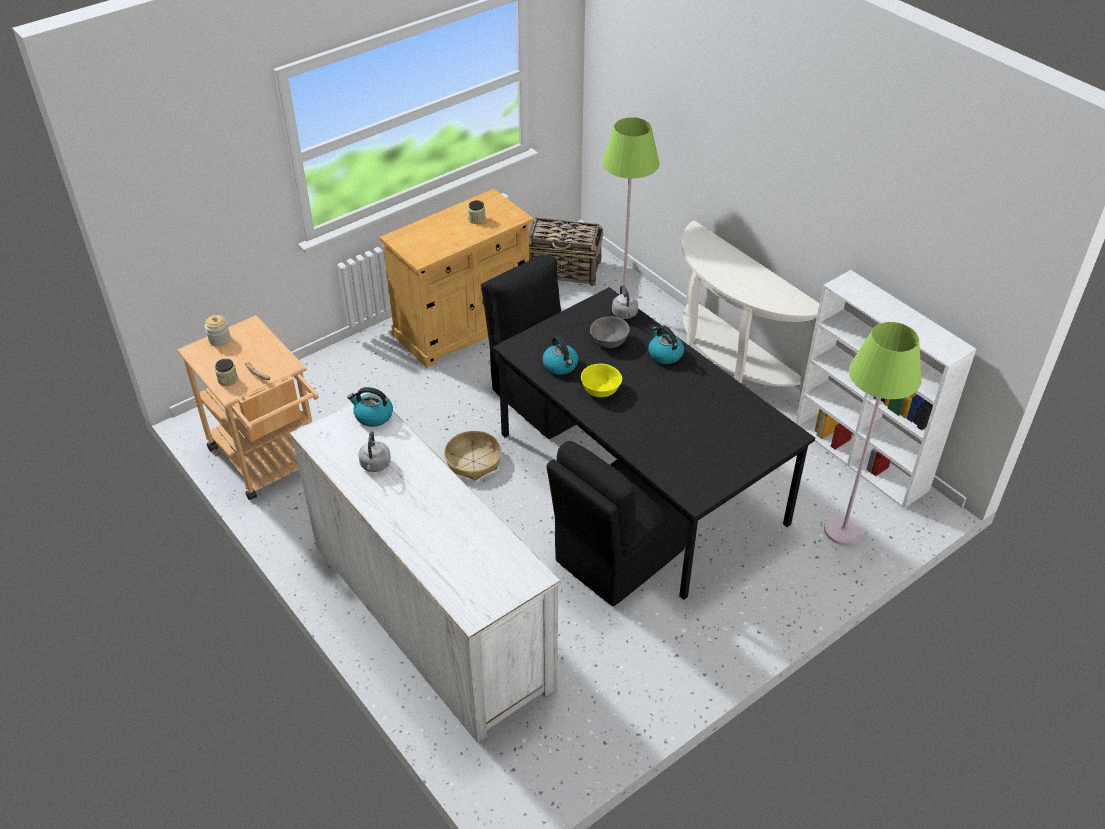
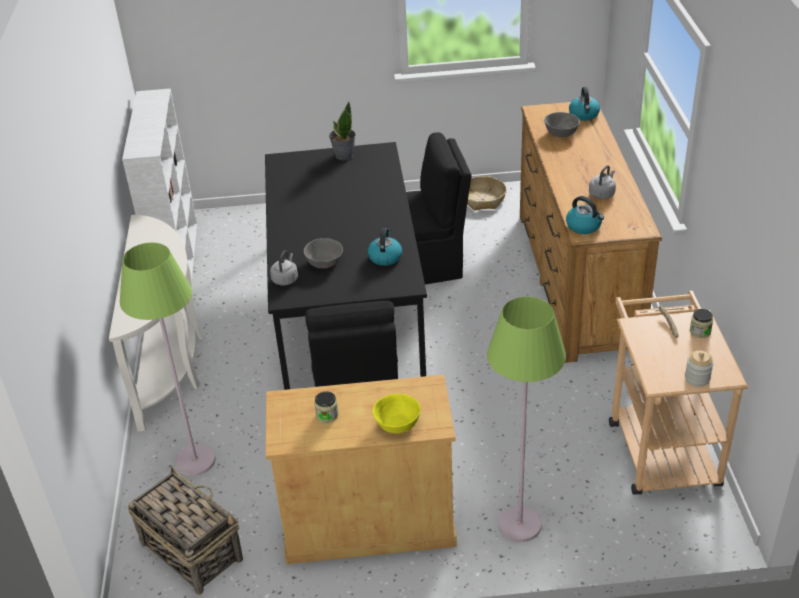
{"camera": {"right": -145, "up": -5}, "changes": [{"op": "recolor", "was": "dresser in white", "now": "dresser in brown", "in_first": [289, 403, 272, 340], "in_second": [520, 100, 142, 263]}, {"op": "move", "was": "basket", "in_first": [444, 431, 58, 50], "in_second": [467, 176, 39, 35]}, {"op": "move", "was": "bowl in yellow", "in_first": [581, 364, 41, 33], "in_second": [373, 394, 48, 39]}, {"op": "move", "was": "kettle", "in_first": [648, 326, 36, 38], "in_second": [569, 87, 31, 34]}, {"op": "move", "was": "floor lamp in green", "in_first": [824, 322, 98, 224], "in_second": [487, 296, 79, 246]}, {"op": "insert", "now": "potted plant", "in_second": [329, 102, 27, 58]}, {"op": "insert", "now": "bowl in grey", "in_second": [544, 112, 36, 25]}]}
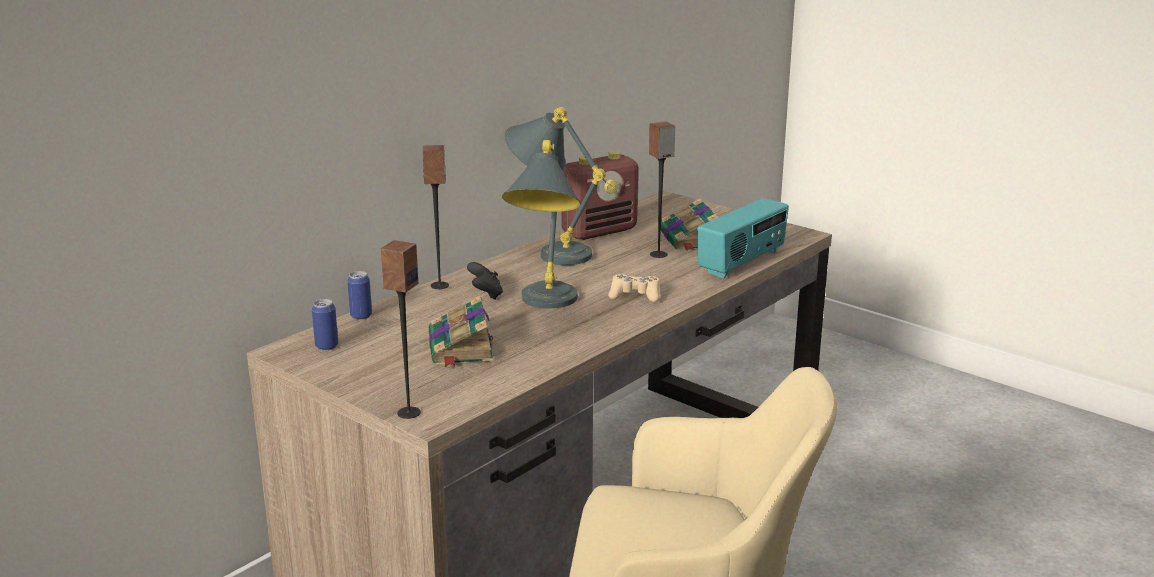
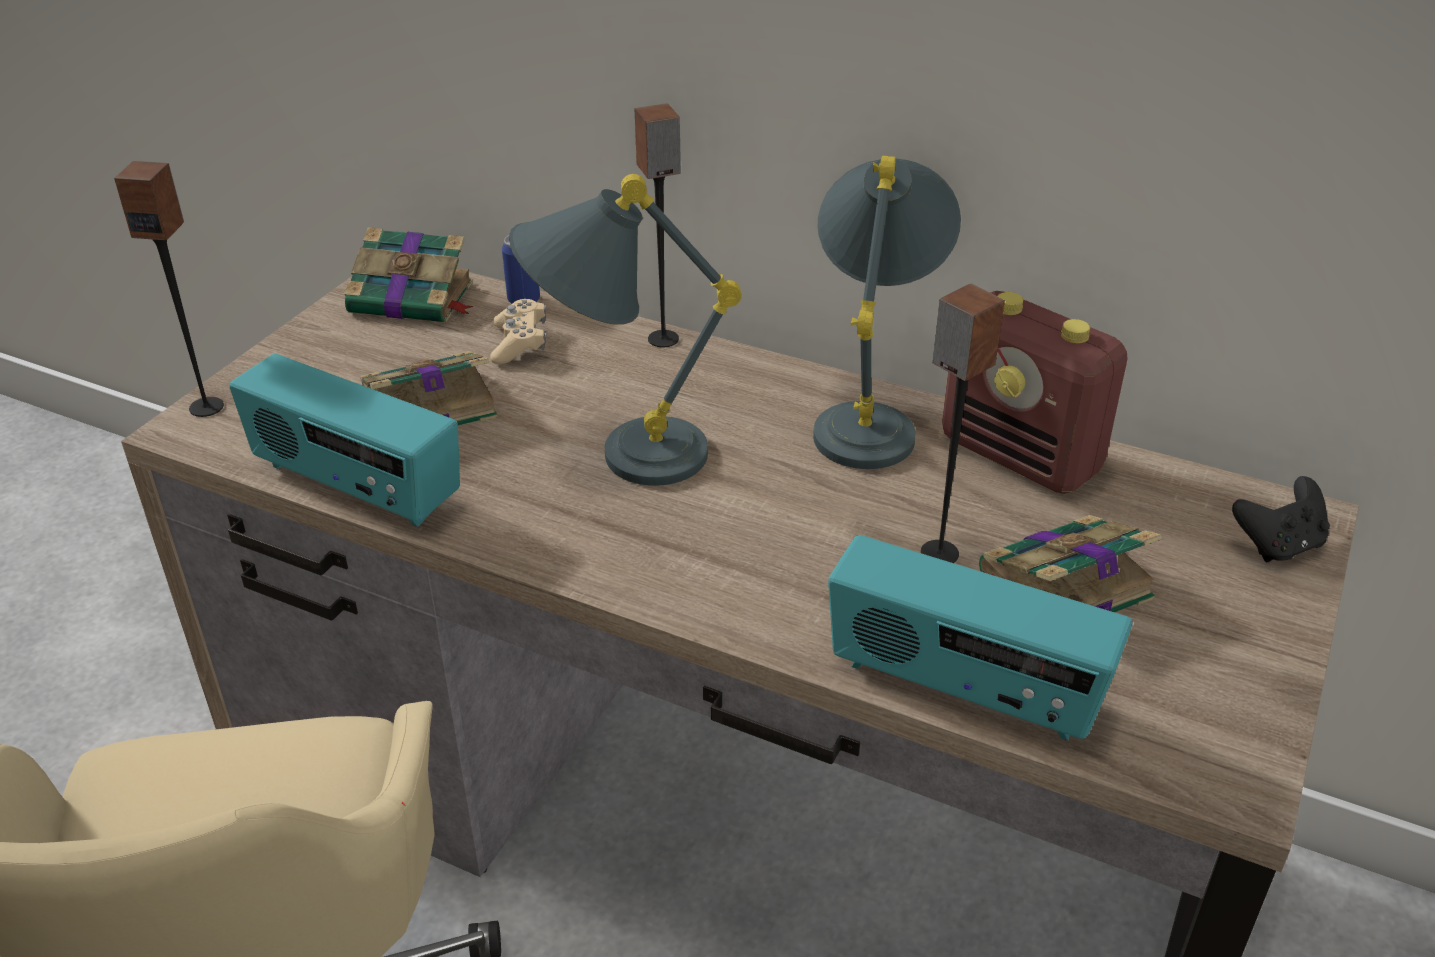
{"camera": {"right": 75, "up": 15}, "changes": [{"op": "replace", "was": "can", "now": "book", "in_first": [312, 299, 26, 51], "in_second": [344, 227, 129, 96]}, {"op": "move", "was": "game controller in black", "in_first": [467, 262, 36, 38], "in_second": [1232, 476, 98, 86]}, {"op": "move", "was": "game controller in beige", "in_first": [608, 274, 51, 28], "in_second": [490, 299, 56, 65]}, {"op": "insert", "now": "radio", "in_second": [229, 354, 231, 173]}]}
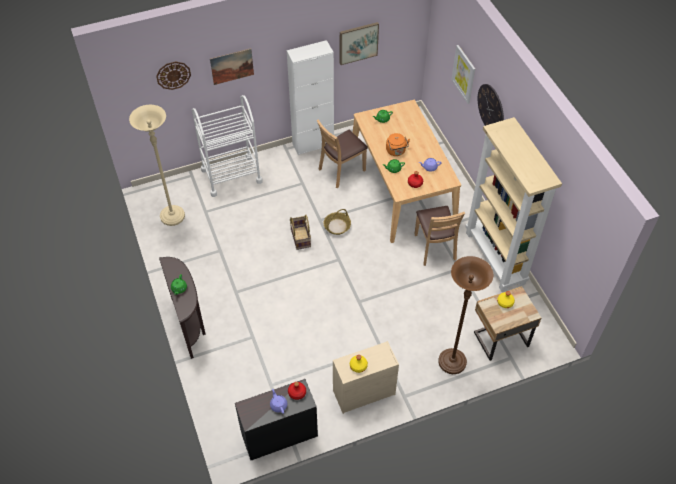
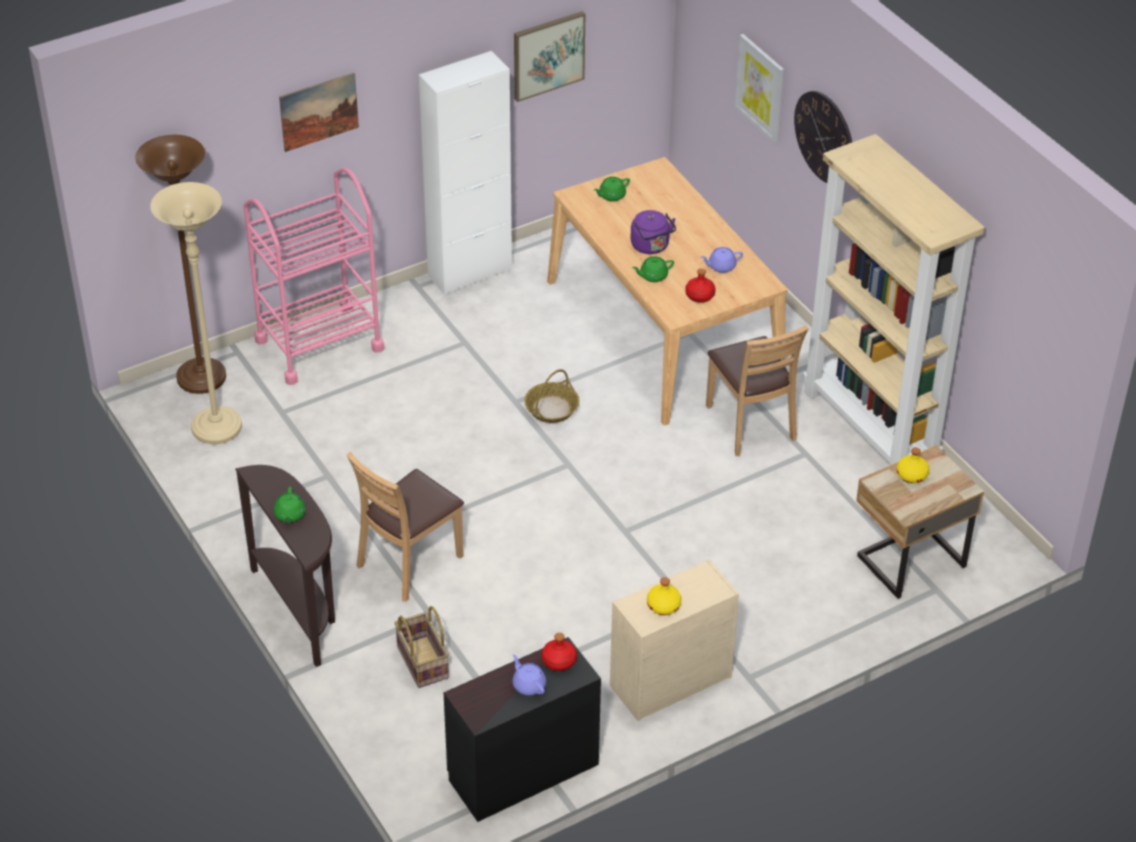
{"camera": {"right": -10, "up": -10}, "changes": [{"op": "delete", "was": "wall clock", "in_first": [156, 62, 35, 28]}, {"op": "recolor", "was": "cart in white", "now": "cart in pink", "in_first": [192, 95, 71, 102], "in_second": [244, 167, 141, 218]}, {"op": "move", "was": "basket", "in_first": [290, 214, 21, 36], "in_second": [394, 606, 55, 82]}, {"op": "move", "was": "chair in brown", "in_first": [317, 119, 51, 69], "in_second": [346, 452, 118, 150]}, {"op": "recolor", "was": "kettle in orange", "now": "kettle in purple", "in_first": [386, 133, 24, 23], "in_second": [630, 210, 46, 44]}, {"op": "move", "was": "floor lamp in brown", "in_first": [438, 256, 55, 118], "in_second": [135, 135, 91, 259]}]}
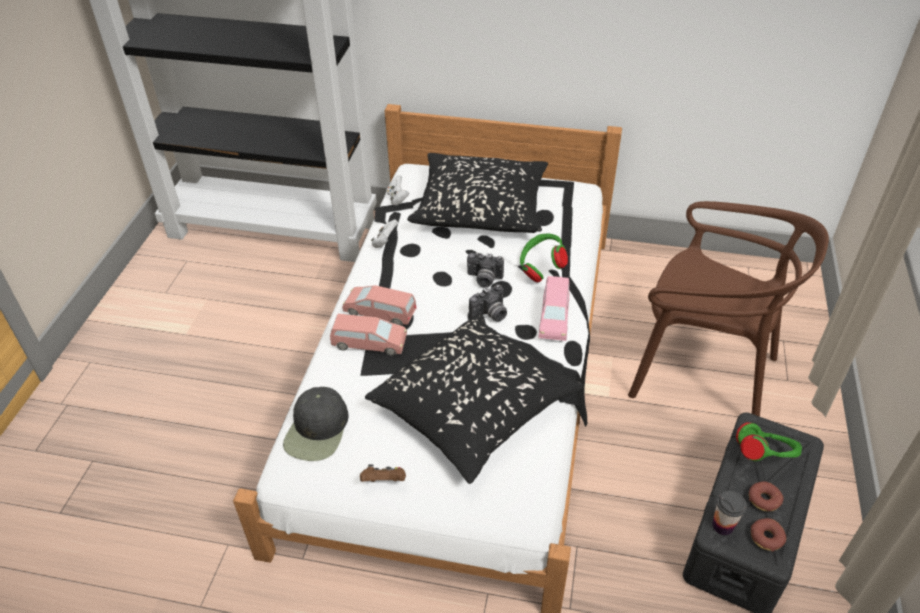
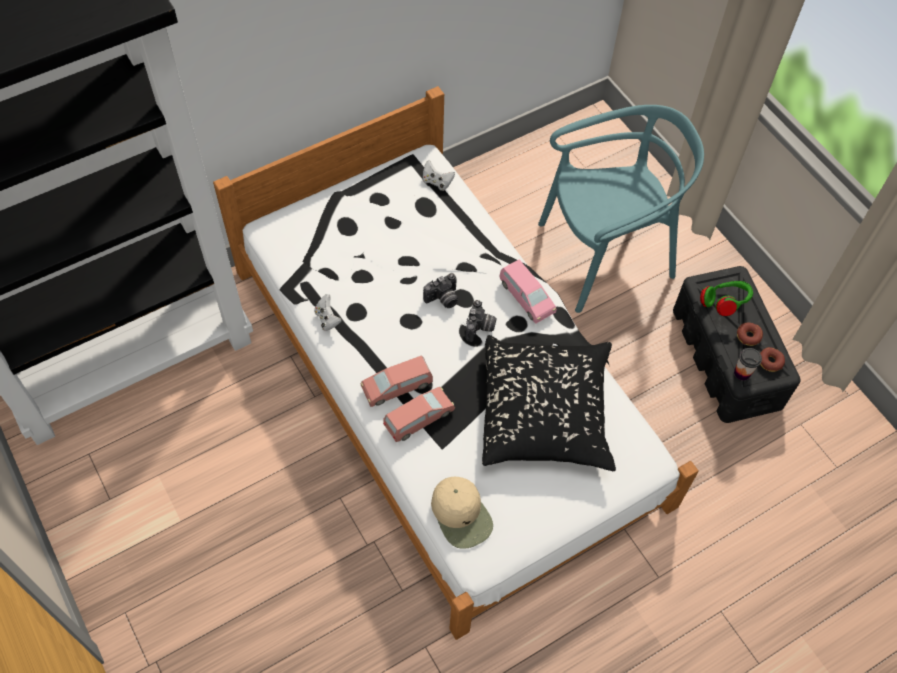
{"camera": {"right": -45, "up": 15}, "changes": [{"op": "recolor", "was": "cap in black", "now": "cap in beige", "in_first": [283, 387, 65, 74], "in_second": [431, 477, 62, 72]}, {"op": "delete", "was": "game controller in brown", "in_first": [360, 464, 46, 18]}, {"op": "move", "was": "game controller in white", "in_first": [386, 175, 23, 31], "in_second": [423, 160, 32, 31]}, {"op": "delete", "was": "pillow in black", "in_first": [407, 153, 141, 80]}, {"op": "delete", "was": "headphones in green", "in_first": [520, 233, 48, 50]}, {"op": "recolor", "was": "chair in brown", "now": "chair in turquoise", "in_first": [628, 201, 201, 216], "in_second": [538, 105, 166, 208]}]}
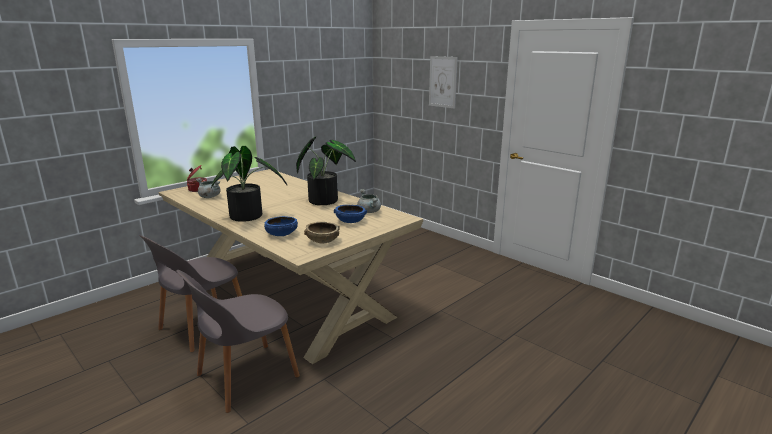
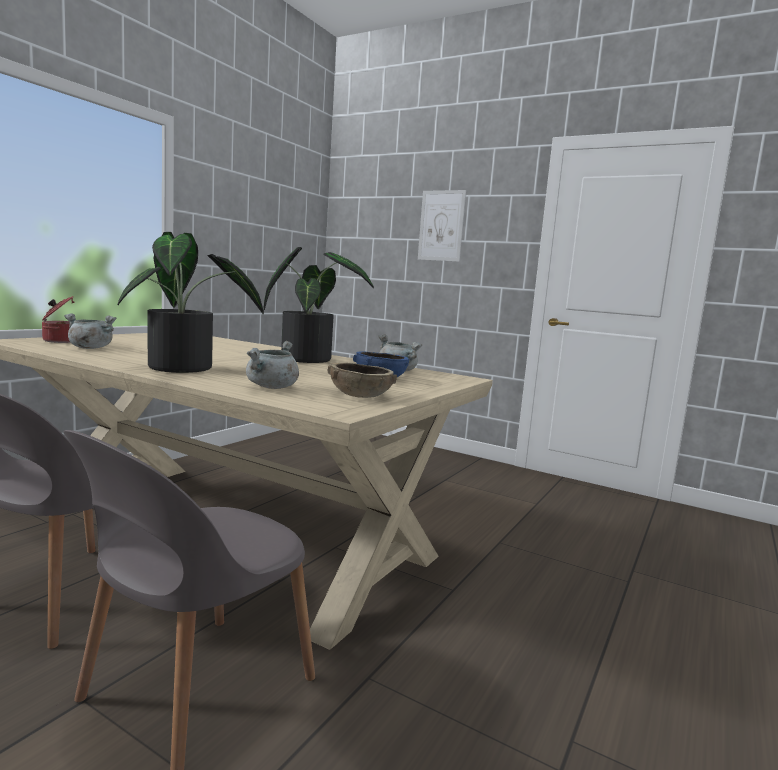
{"camera": {"right": -15, "up": -10}, "changes": [{"op": "replace", "was": "bowl in blue", "now": "cooking pot in grey", "in_first": [264, 216, 34, 20], "in_second": [246, 341, 53, 48]}]}
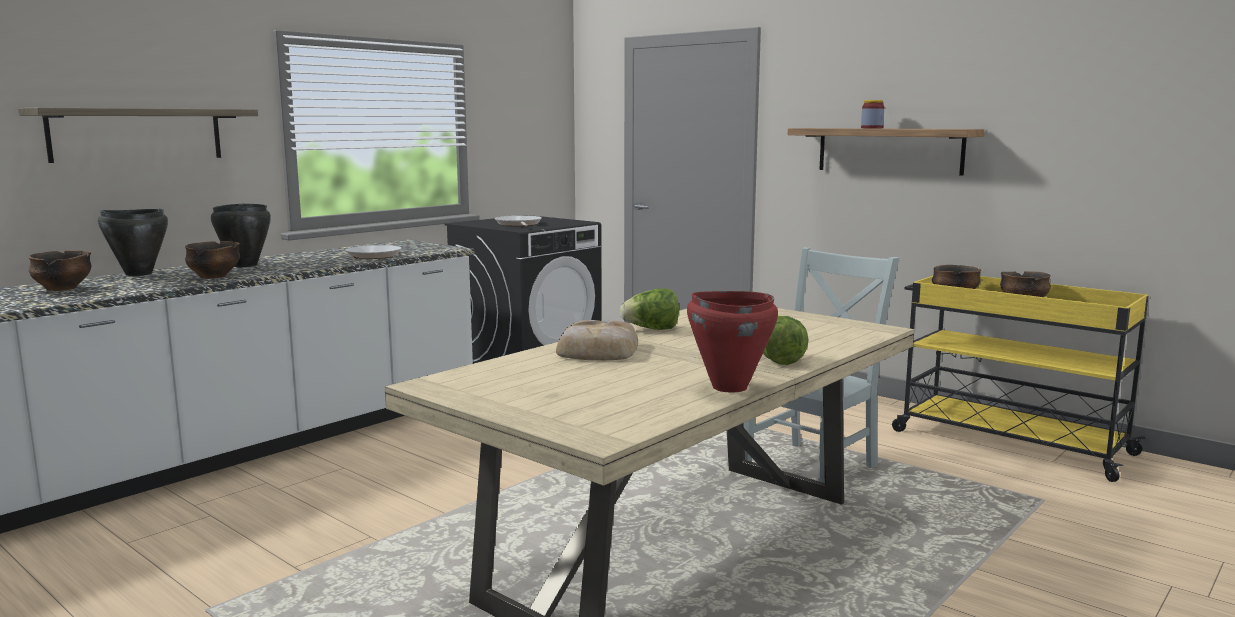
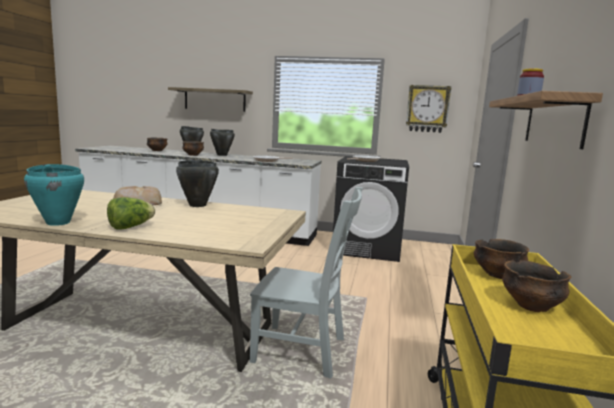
{"camera": {"right": 60, "up": 0}, "changes": [{"op": "replace", "was": "lettuce", "now": "cooking pot in black", "in_first": [620, 288, 59, 42], "in_second": [176, 160, 43, 47]}, {"op": "recolor", "was": "cooking pot in red", "now": "cooking pot in turquoise", "in_first": [687, 291, 91, 102], "in_second": [24, 164, 60, 62]}, {"op": "insert", "now": "wall clock", "in_second": [406, 85, 45, 48]}]}
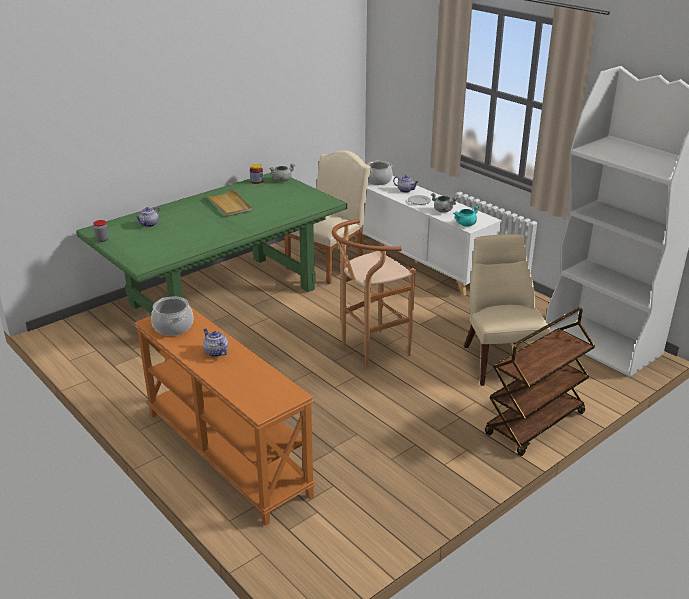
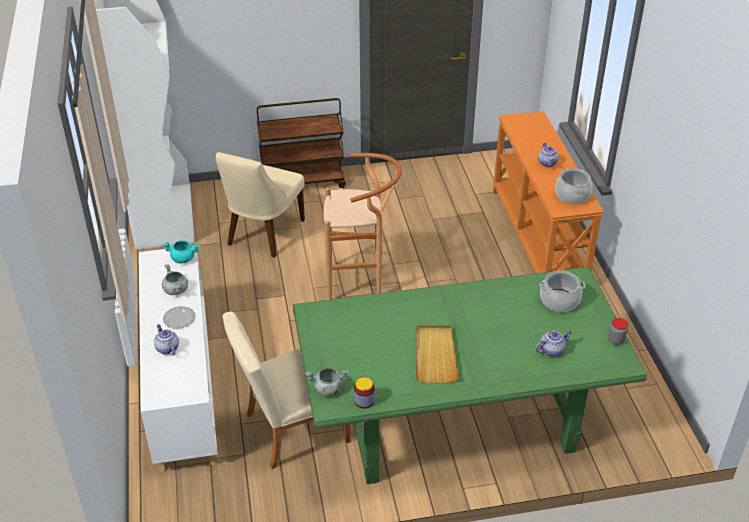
{"camera": {"right": -150, "up": 10}, "changes": [{"op": "move", "was": "cooking pot", "in_first": [367, 161, 25, 24], "in_second": [539, 270, 47, 42]}]}
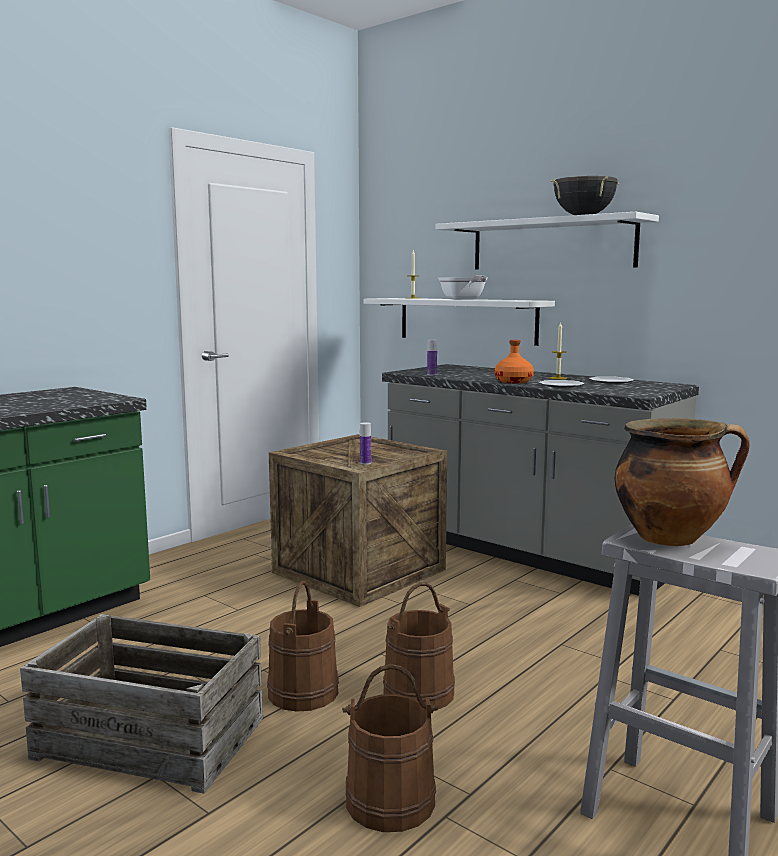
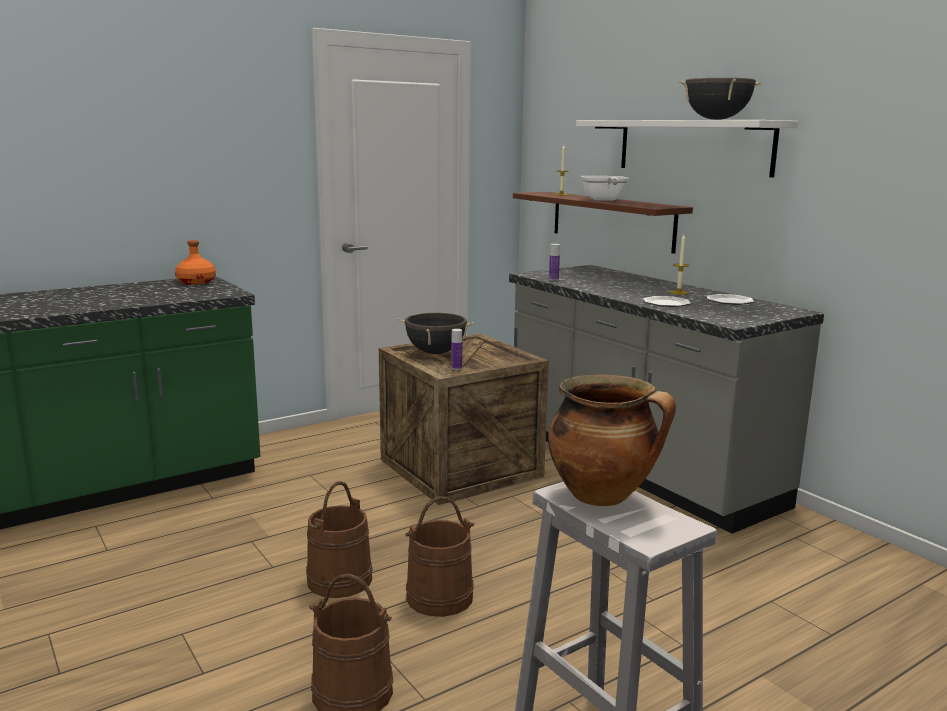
{"camera": {"right": 15, "up": 5}, "changes": [{"op": "delete", "was": "crate", "in_first": [20, 614, 243, 180]}, {"op": "recolor", "was": "shelf in white", "now": "shelf in brown", "in_first": [364, 298, 191, 48], "in_second": [513, 192, 180, 62]}, {"op": "move", "was": "bottle in orange", "in_first": [495, 340, 39, 43], "in_second": [175, 240, 41, 45]}, {"op": "insert", "now": "cooking pot in black", "in_second": [398, 312, 76, 42]}]}
